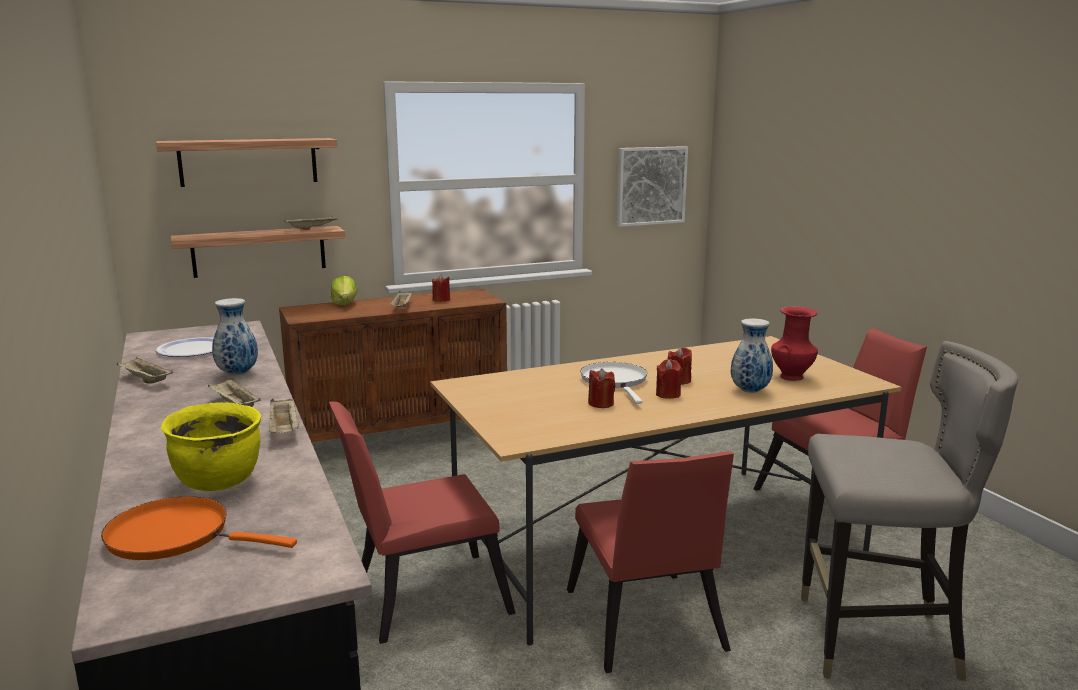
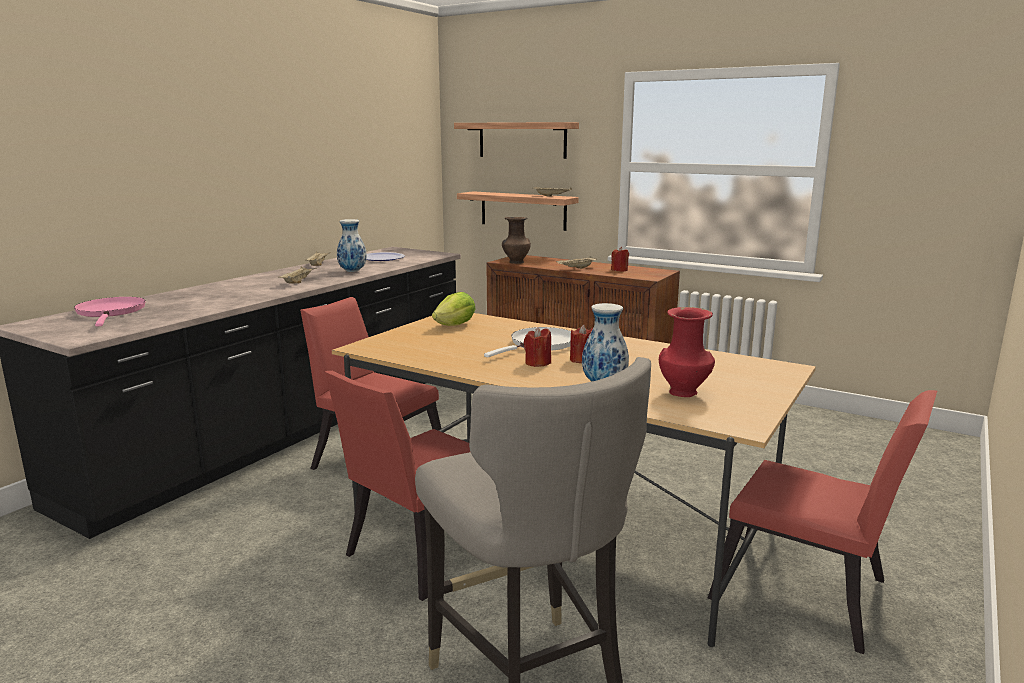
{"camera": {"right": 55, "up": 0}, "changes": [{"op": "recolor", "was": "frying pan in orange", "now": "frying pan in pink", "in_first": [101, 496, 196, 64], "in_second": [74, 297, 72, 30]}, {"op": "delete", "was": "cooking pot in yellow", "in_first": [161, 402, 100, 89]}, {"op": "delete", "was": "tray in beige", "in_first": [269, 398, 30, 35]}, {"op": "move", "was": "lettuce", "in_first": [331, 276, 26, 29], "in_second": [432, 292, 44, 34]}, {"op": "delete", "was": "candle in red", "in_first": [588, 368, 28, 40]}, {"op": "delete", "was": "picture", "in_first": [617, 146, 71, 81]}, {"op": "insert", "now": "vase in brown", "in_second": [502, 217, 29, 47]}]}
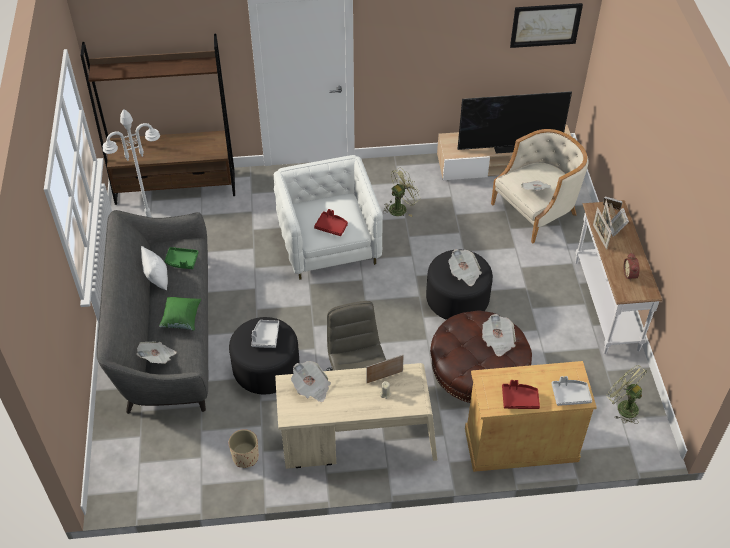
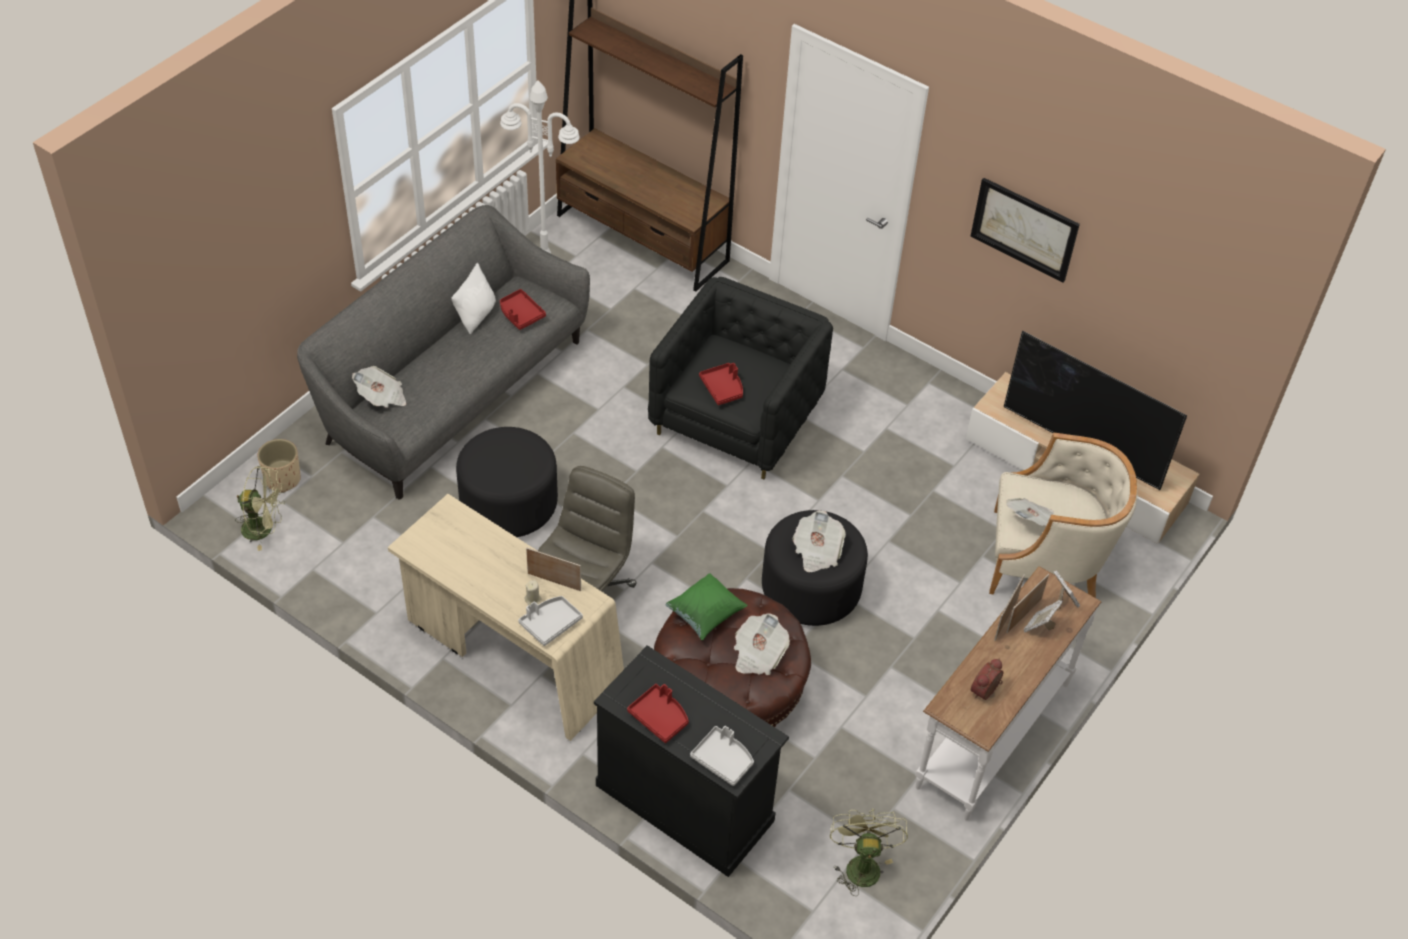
{"camera": {"right": 40, "up": 0}, "changes": [{"op": "move", "was": "pillow in green", "in_first": [159, 297, 42, 34], "in_second": [666, 573, 82, 67]}, {"op": "recolor", "was": "tray in green", "now": "tray in red", "in_first": [165, 247, 34, 22], "in_second": [500, 289, 46, 41]}, {"op": "move", "was": "planter in beige", "in_first": [229, 429, 30, 39], "in_second": [257, 439, 44, 54]}, {"op": "move", "was": "tray in grey", "in_first": [251, 320, 28, 28], "in_second": [518, 596, 65, 50]}, {"op": "recolor", "was": "armchair in white", "now": "armchair in black", "in_first": [274, 155, 109, 125], "in_second": [648, 277, 185, 202]}, {"op": "delete", "was": "newspaper", "in_first": [291, 361, 40, 41]}, {"op": "move", "was": "fan in green", "in_first": [384, 168, 37, 49], "in_second": [235, 466, 50, 85]}, {"op": "recolor", "was": "cabinet in beige", "now": "cabinet in black", "in_first": [465, 361, 132, 111], "in_second": [594, 645, 195, 232]}, {"op": "move", "was": "picture", "in_first": [510, 3, 73, 45], "in_second": [970, 178, 110, 104]}]}
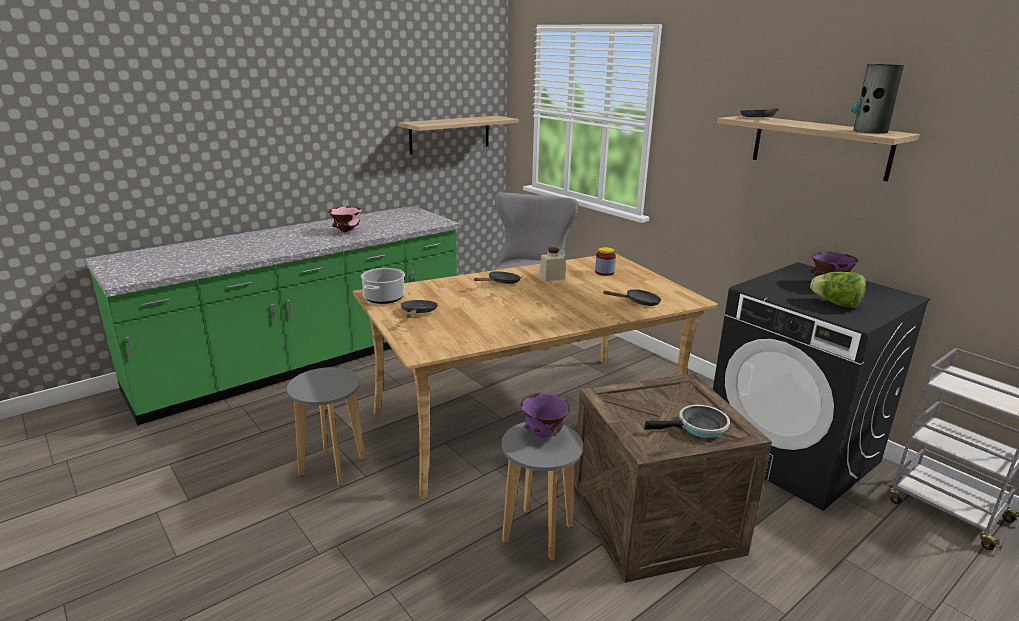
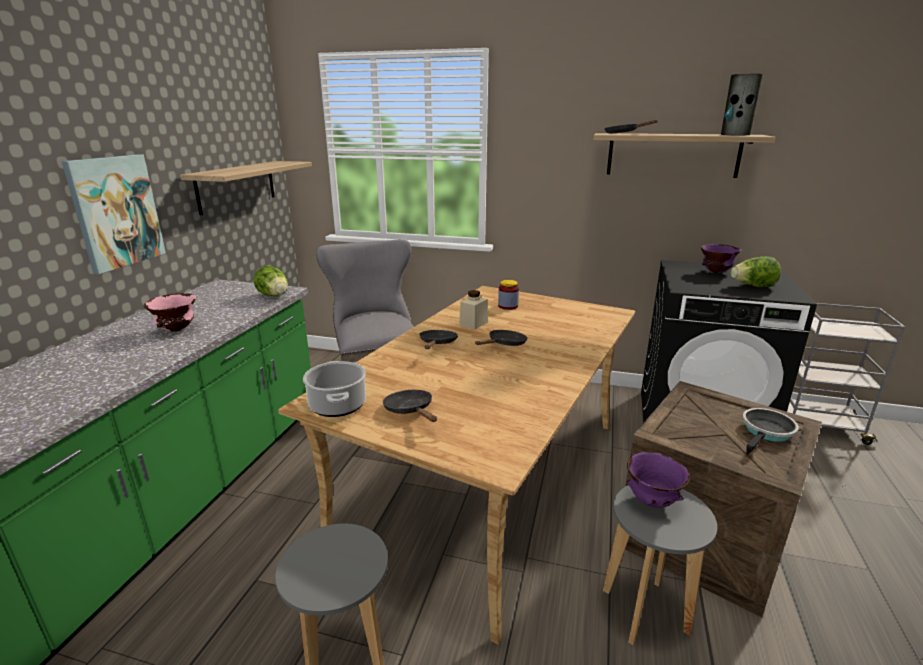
{"camera": {"right": -35, "up": 0}, "changes": [{"op": "move", "was": "frying pan in black", "in_first": [603, 289, 58, 17], "in_second": [475, 330, 52, 16]}, {"op": "insert", "now": "picture", "in_second": [62, 154, 104, 120]}, {"op": "insert", "now": "lettuce", "in_second": [254, 265, 34, 31]}]}
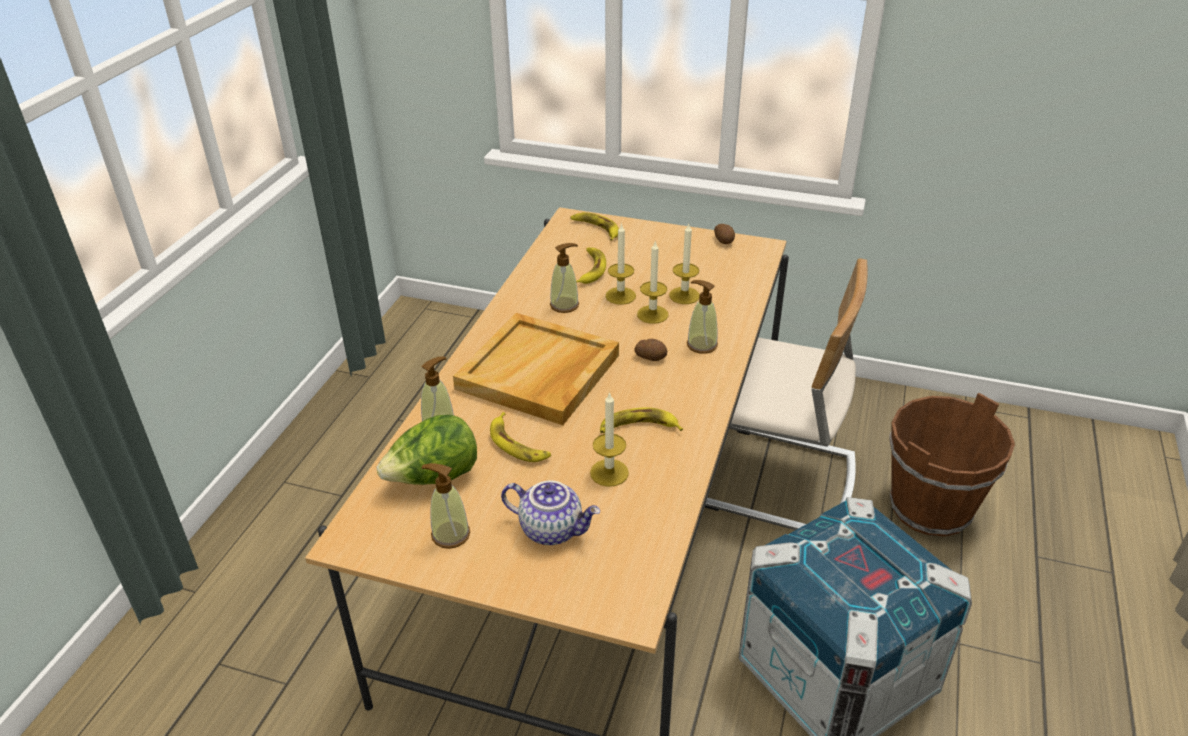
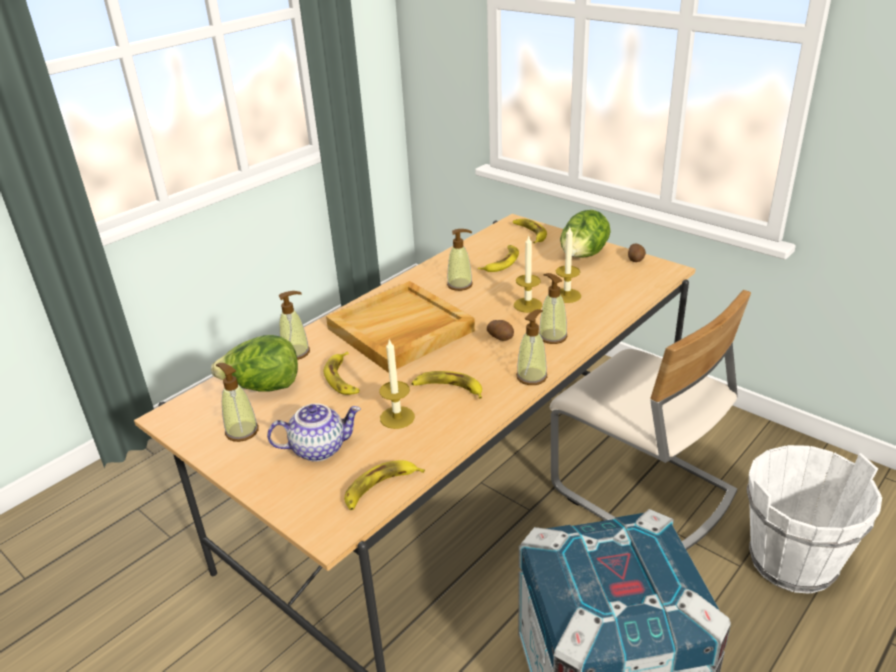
{"camera": {"right": 25, "up": -5}, "changes": [{"op": "rotate", "was": "teapot", "in_first": [501, 480, 99, 65], "in_second": [267, 403, 94, 59], "clockwise": -60}, {"op": "delete", "was": "candle", "in_first": [606, 223, 30, 82]}, {"op": "recolor", "was": "bucket in brown", "now": "bucket in white", "in_first": [889, 393, 126, 144], "in_second": [747, 445, 135, 149]}, {"op": "insert", "now": "banana", "in_second": [344, 460, 81, 50]}, {"op": "insert", "now": "soap dispenser", "in_second": [516, 309, 31, 76]}, {"op": "insert", "now": "lettuce", "in_second": [560, 210, 51, 47]}]}
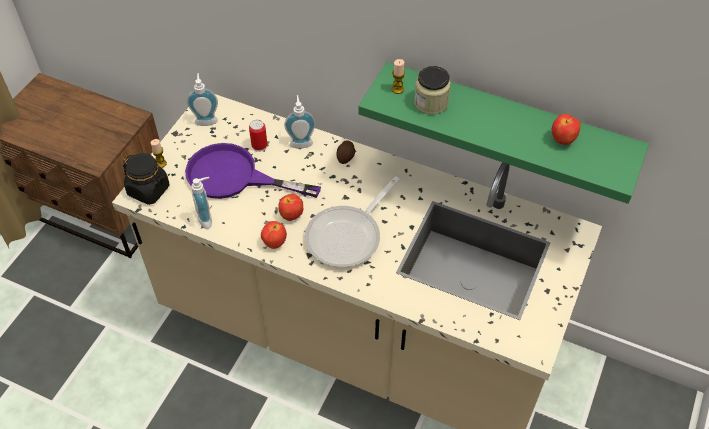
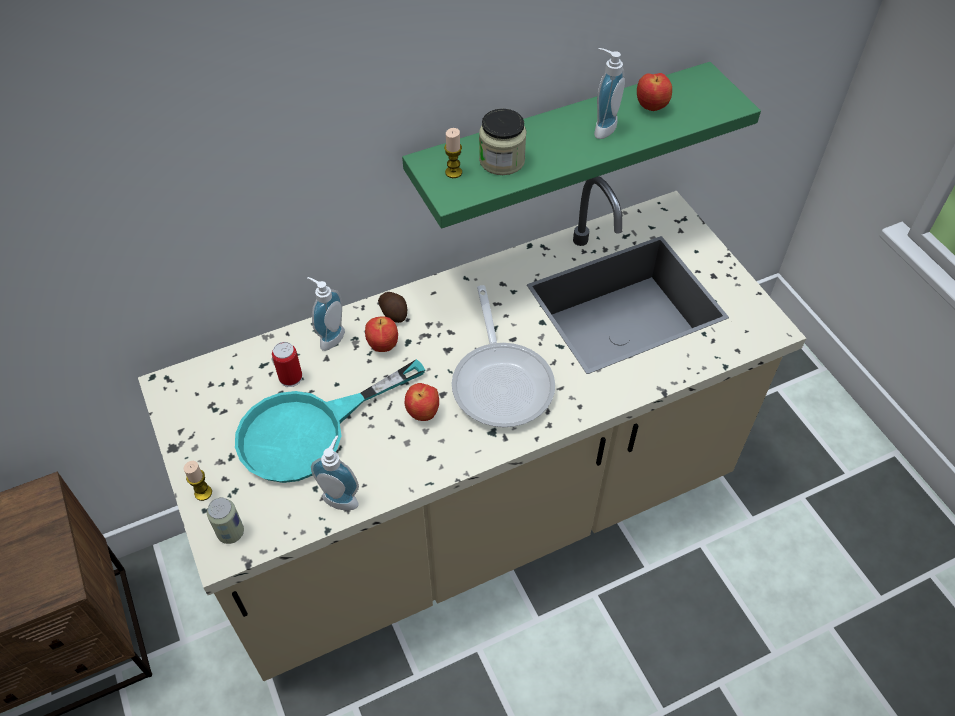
{"camera": {"right": -50, "up": 0}, "changes": [{"op": "replace", "was": "jar in black", "now": "can", "in_first": [123, 153, 47, 52], "in_second": [207, 497, 37, 47]}, {"op": "recolor", "was": "frying pan in purple", "now": "frying pan in turquoise", "in_first": [185, 143, 136, 56], "in_second": [235, 359, 190, 124]}, {"op": "move", "was": "soap dispenser", "in_first": [187, 73, 31, 53], "in_second": [594, 48, 31, 91]}, {"op": "move", "was": "apple", "in_first": [261, 221, 26, 28], "in_second": [365, 317, 33, 35]}]}
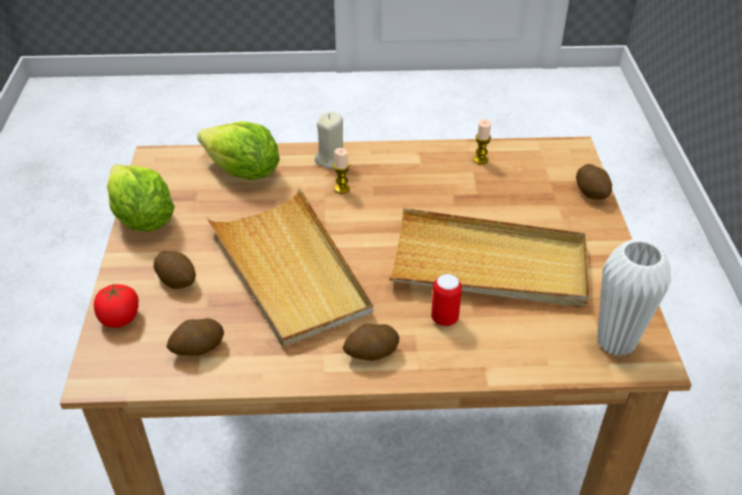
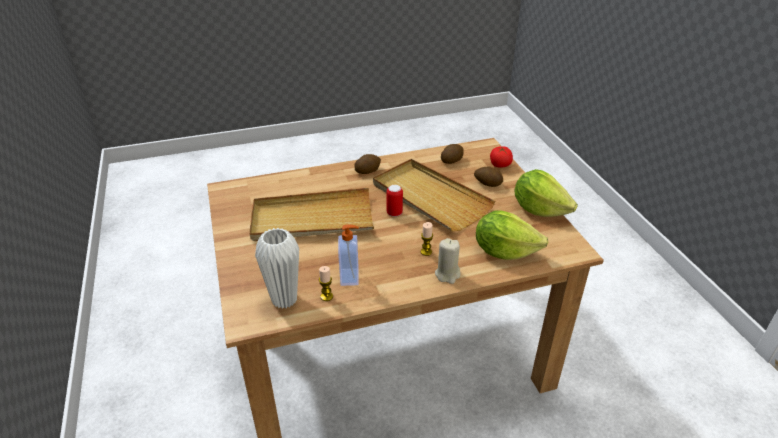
{"camera": {"right": 165, "up": -5}, "changes": [{"op": "move", "was": "can", "in_first": [431, 274, 31, 52], "in_second": [387, 185, 16, 32]}, {"op": "delete", "was": "potato", "in_first": [576, 164, 36, 36]}, {"op": "move", "was": "vase in white", "in_first": [597, 239, 74, 117], "in_second": [255, 228, 44, 81]}, {"op": "insert", "now": "soap dispenser", "in_second": [338, 225, 21, 61]}]}
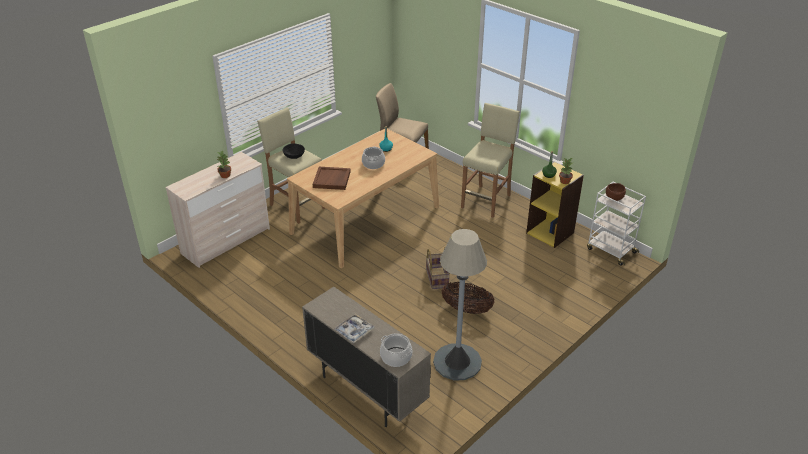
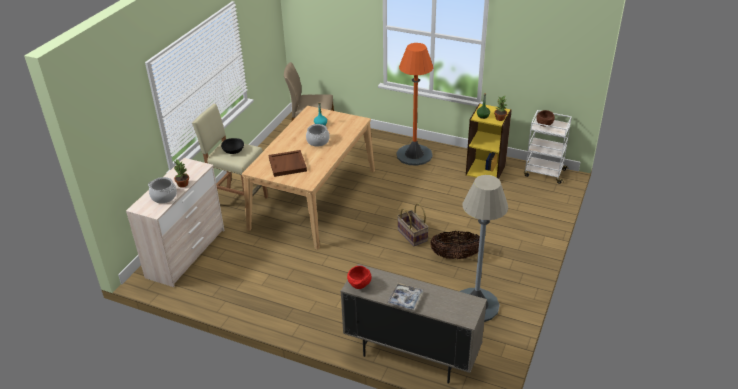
{"camera": {"right": -20, "up": 0}, "changes": [{"op": "move", "was": "cooking pot", "in_first": [380, 333, 32, 34], "in_second": [148, 177, 29, 26]}, {"op": "replace", "was": "stool in beige", "now": "floor lamp in orange", "in_first": [461, 103, 59, 115], "in_second": [396, 43, 37, 123]}, {"op": "insert", "now": "bowl in red", "in_second": [347, 266, 24, 23]}]}
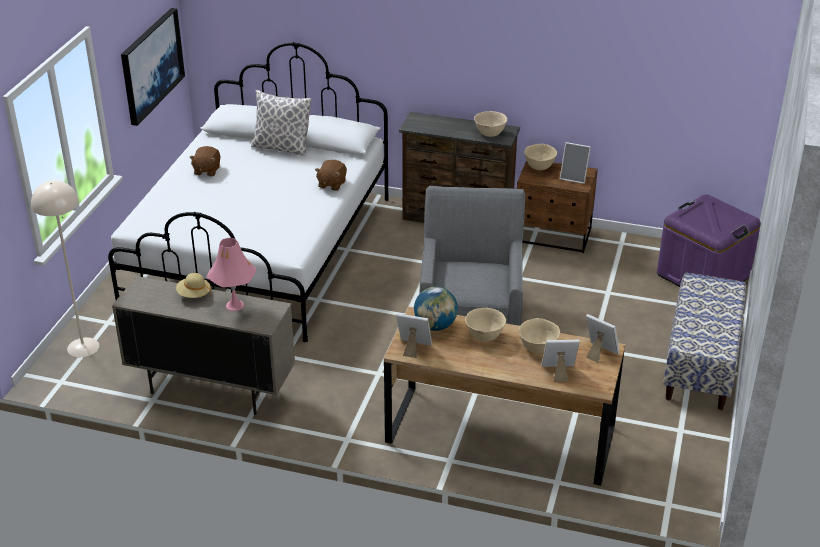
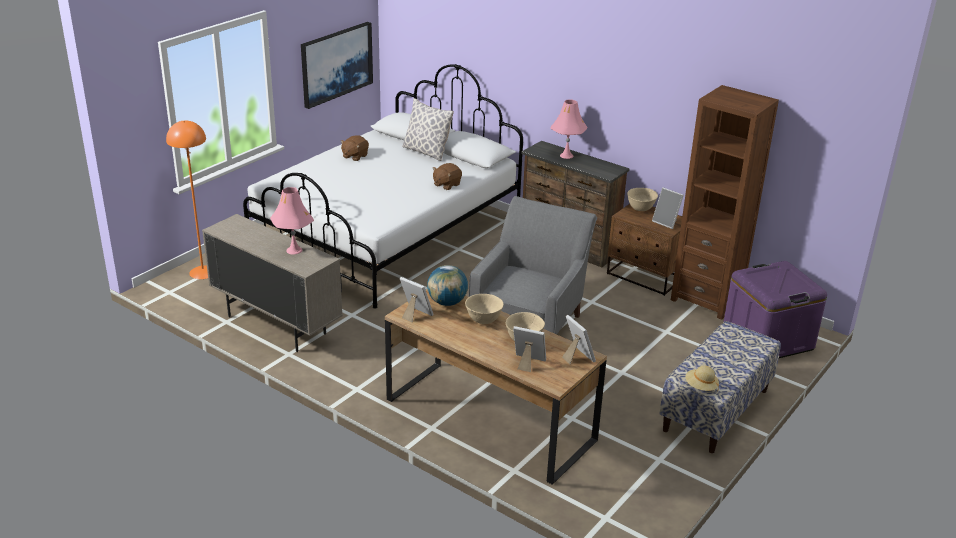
{"camera": {"right": 20, "up": -5}, "changes": [{"op": "recolor", "was": "floor lamp in beige", "now": "floor lamp in orange", "in_first": [31, 180, 68, 177], "in_second": [166, 120, 42, 159]}, {"op": "move", "was": "hat in beige", "in_first": [176, 273, 35, 25], "in_second": [685, 366, 34, 26]}, {"op": "delete", "was": "bowl in beige", "in_first": [474, 111, 34, 26]}, {"op": "insert", "now": "table lamp in pink", "in_second": [550, 100, 37, 59]}, {"op": "insert", "now": "bookcase in brown", "in_second": [671, 85, 108, 235]}]}
